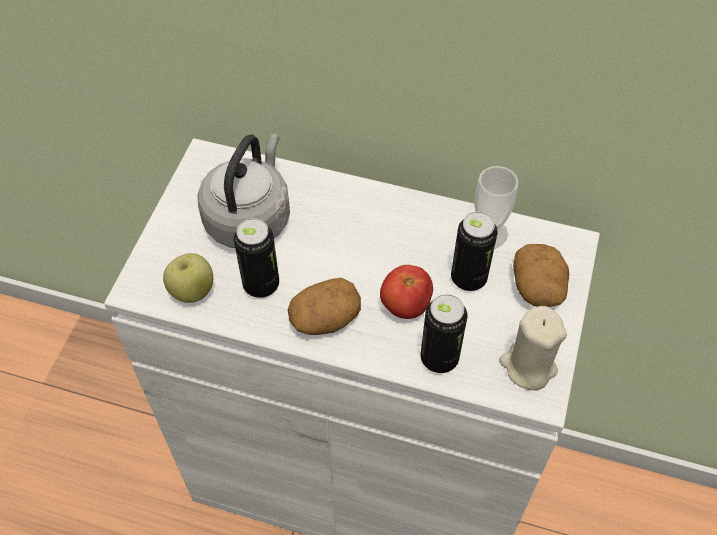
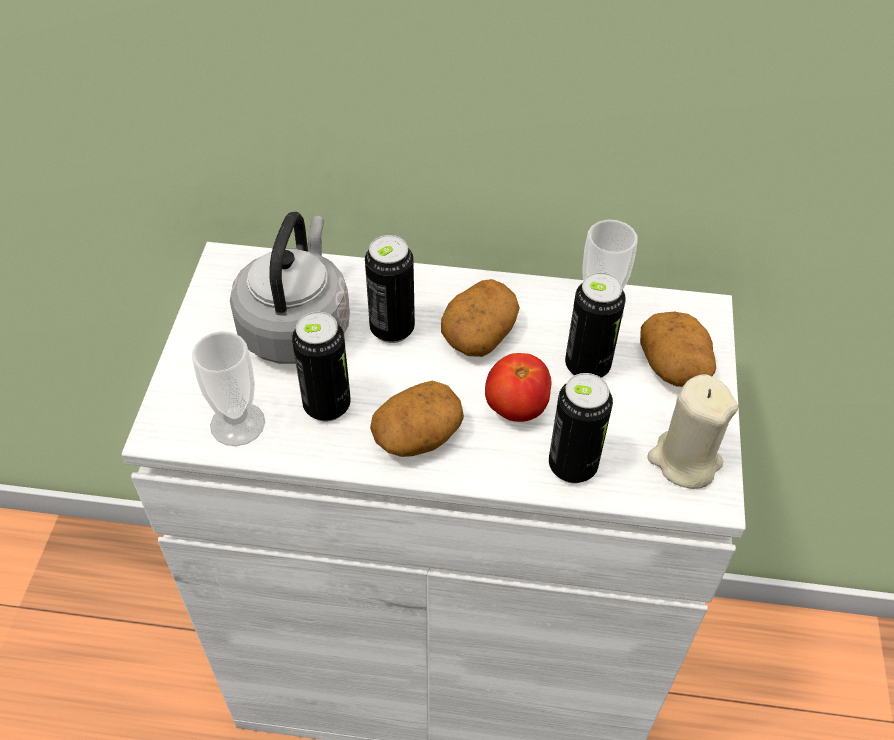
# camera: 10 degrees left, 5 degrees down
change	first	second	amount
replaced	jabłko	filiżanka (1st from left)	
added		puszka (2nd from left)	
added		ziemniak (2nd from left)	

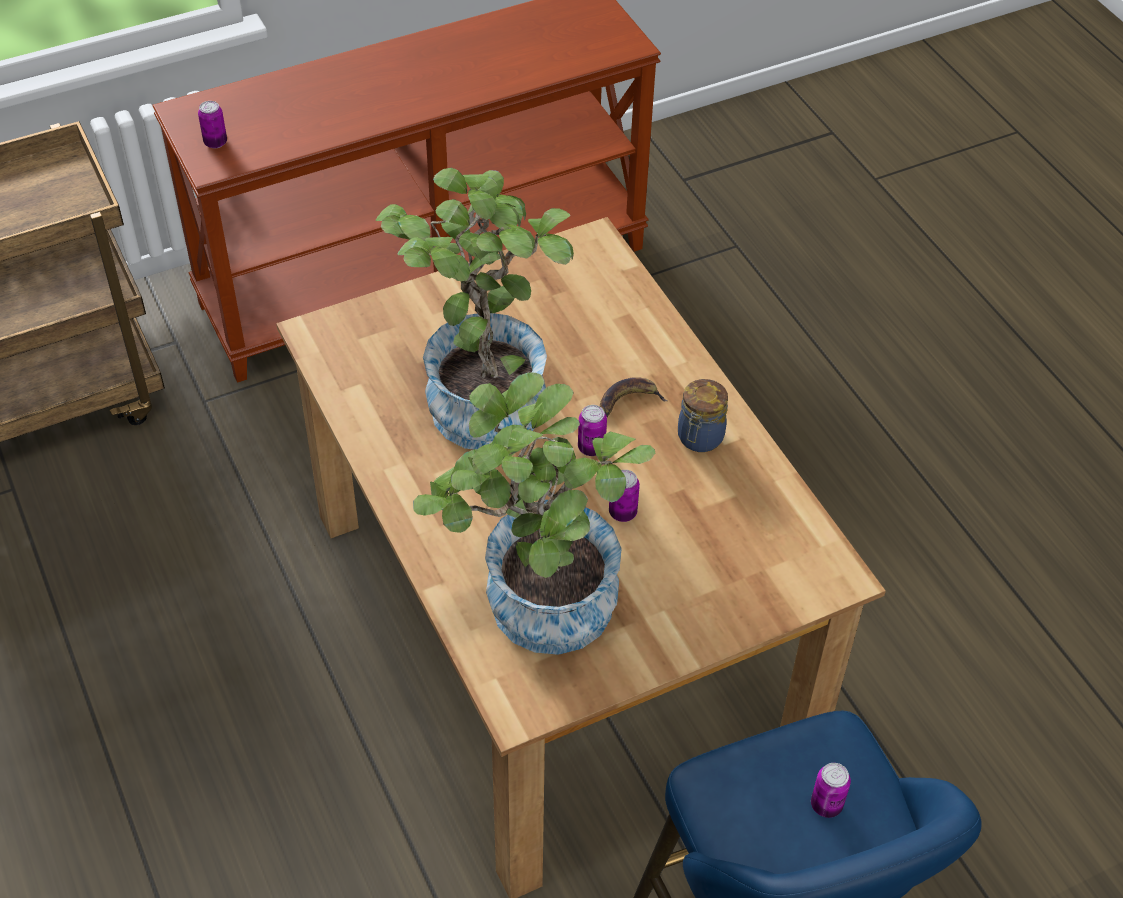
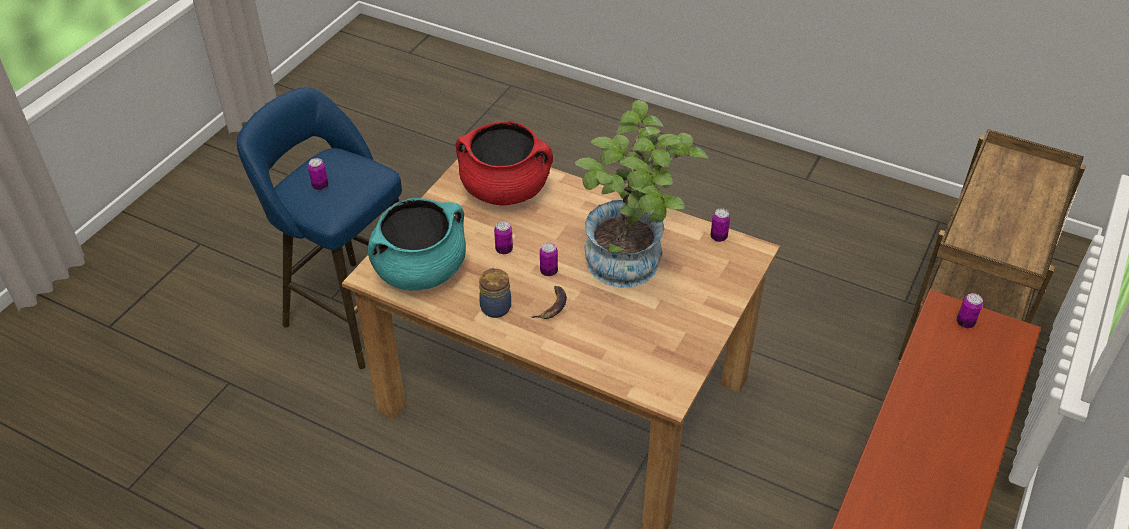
# camera: 145 degrees right, 5 degrees down
change	first	second	amount
added		garnek (turkusowy)	
replaced	roślina doniczkowa (2nd from left)	garnek (czerwony)	
added		puszka (4th from left)	

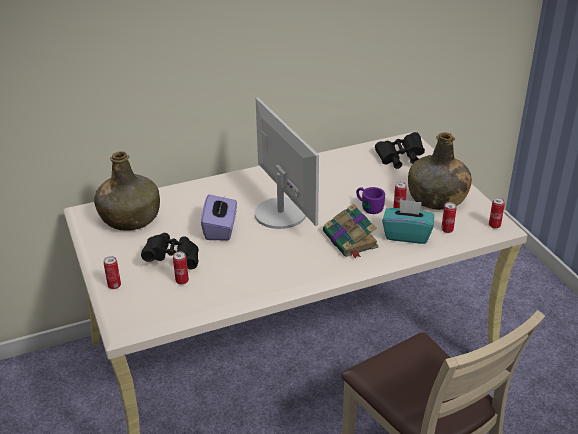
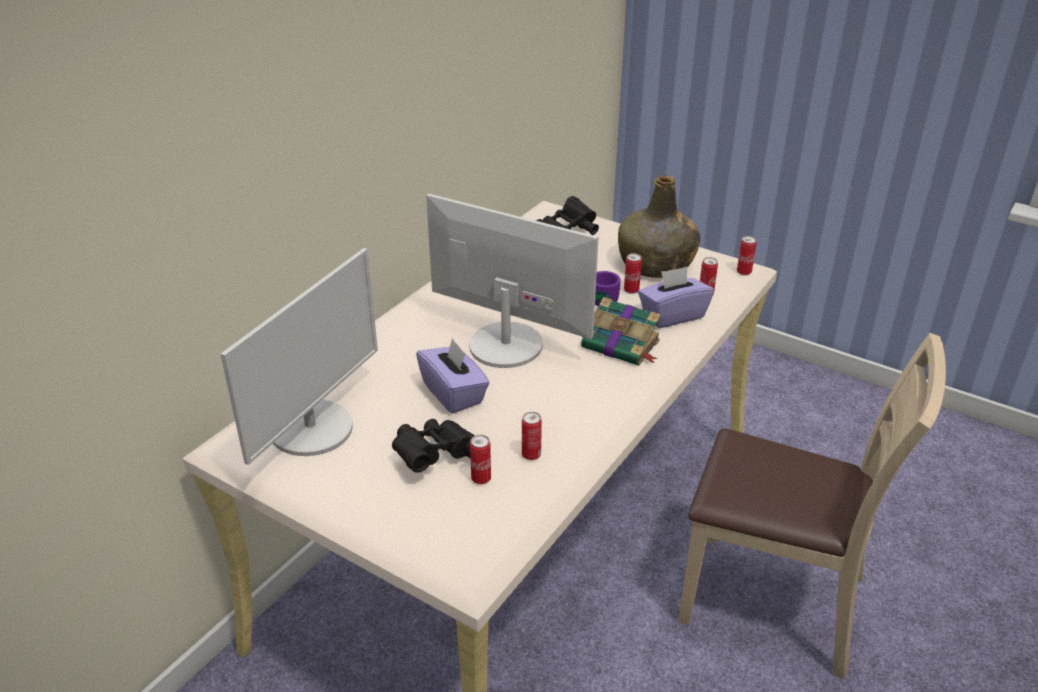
# camera: 35 degrees left, 0 degrees up
change	first	second	amount
replaced	butelka (zielony) (1st from left)	monitor (1st from left)	
moved	puszka (1st from left in the first image)	puszka (2nd from left)	
recoloured	pudełko chusteczek (turkusowy)	pudełko chusteczek (fioletowy) (2nd from left)	

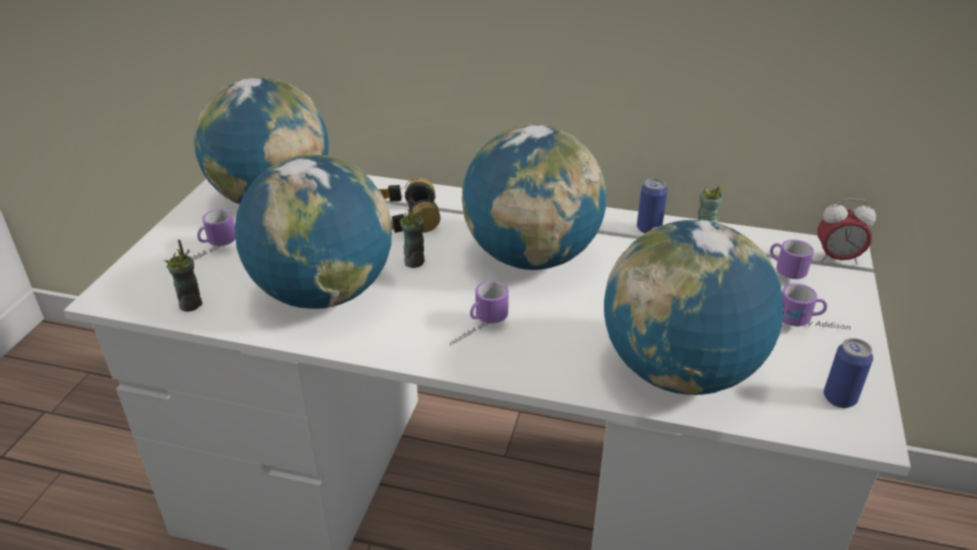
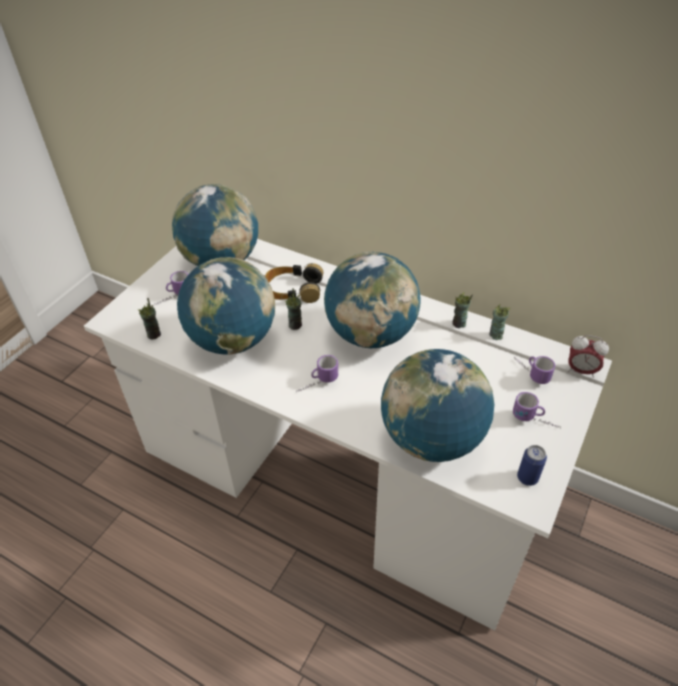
# camera: 15 degrees right, 10 degrees up
change	first	second	amount
replaced	puszka (1st from left)	filiżanka (3rd from left)	

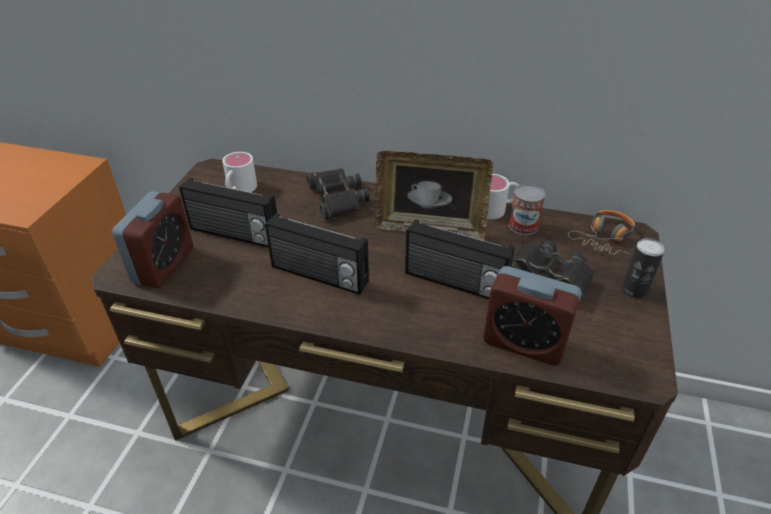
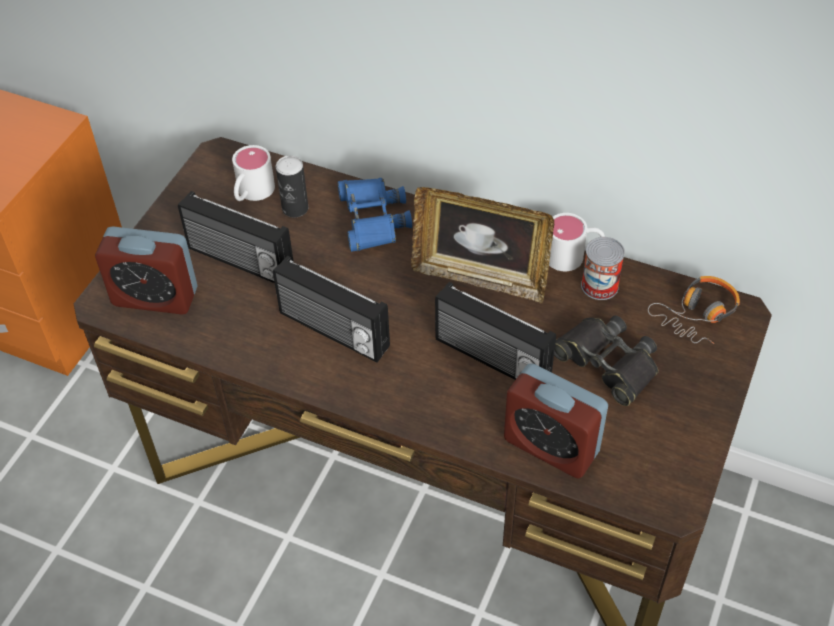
# camera: 10 degrees right, 10 degrees up
change	first	second	amount
turned	budzik (1st from left)		75 degrees clockwise
moved	puszka (2nd from left in the first image)	puszka (1st from left)	
recoloured	lornetka (czarny) (1st from left)	lornetka (niebieski)	

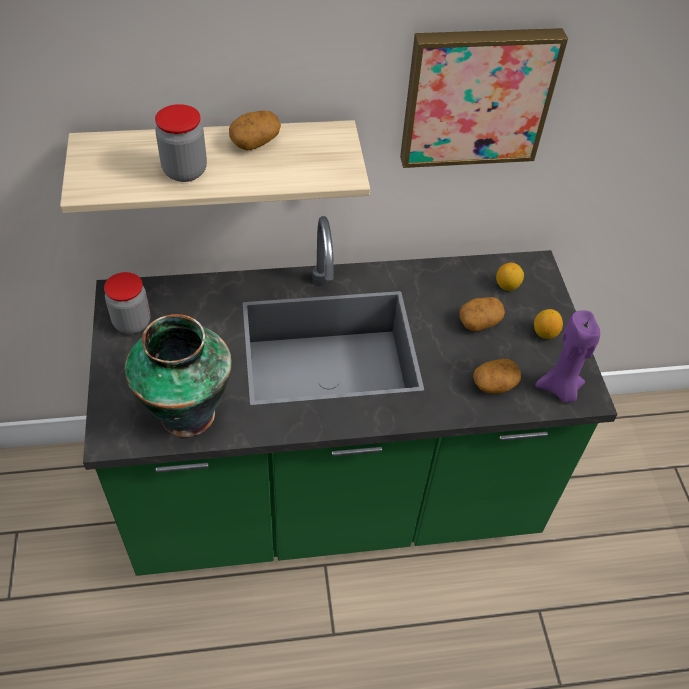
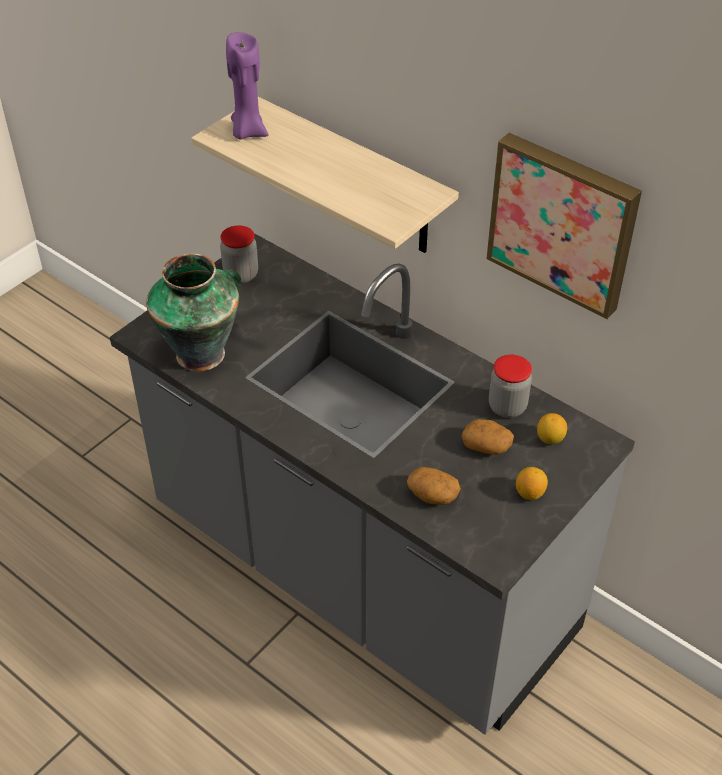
# camera: 50 degrees right, 5 degrees down
change	first	second	amount
recoloured	zabudowa kuchenna (zielony)	zabudowa kuchenna (szary)	
moved	świeca (fioletowy)		
moved	słoik (2nd from left)		
removed	ziemniak (1st from left)		

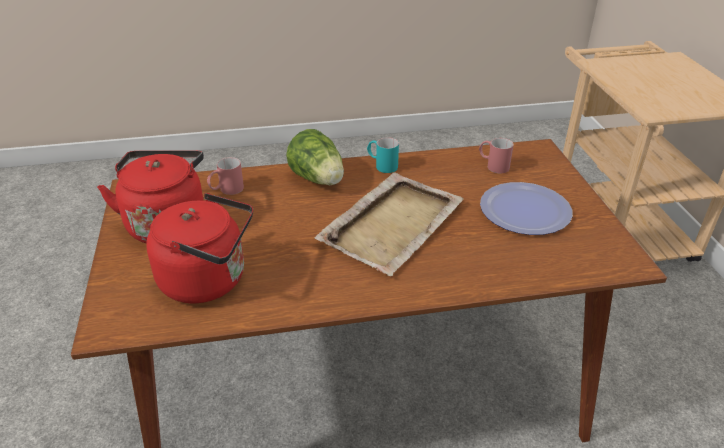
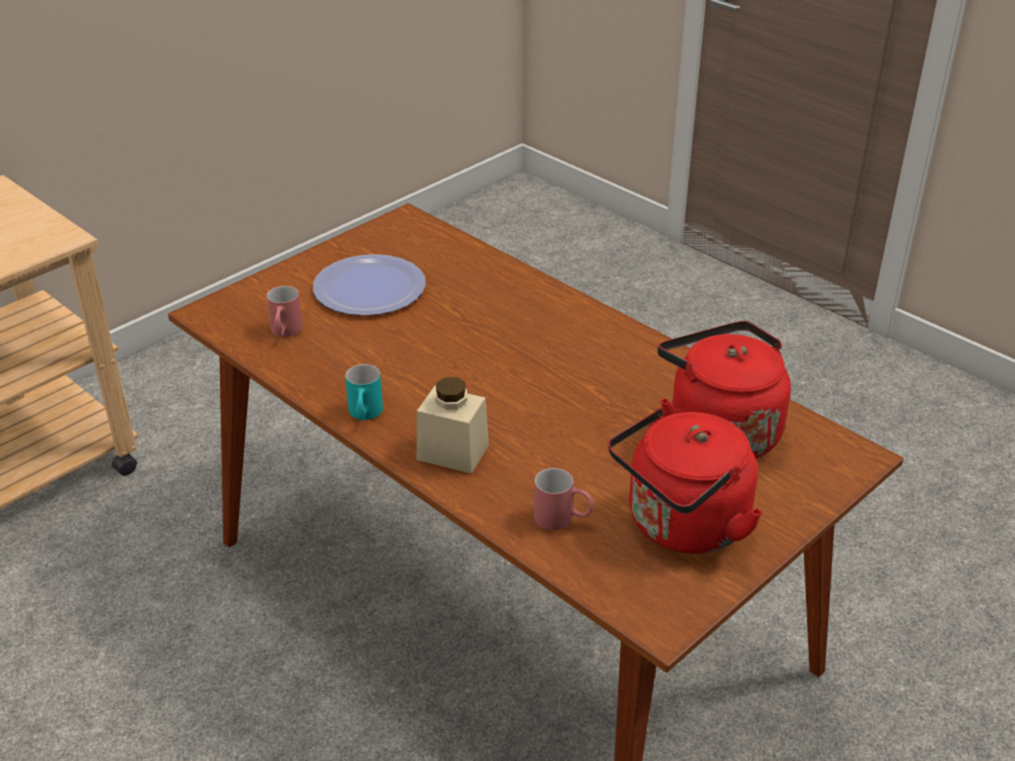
# camera: 125 degrees left, 0 degrees up
change	first	second	amount
replaced	sałata	słoik (beżowy)	
removed	taca (beżowy)		

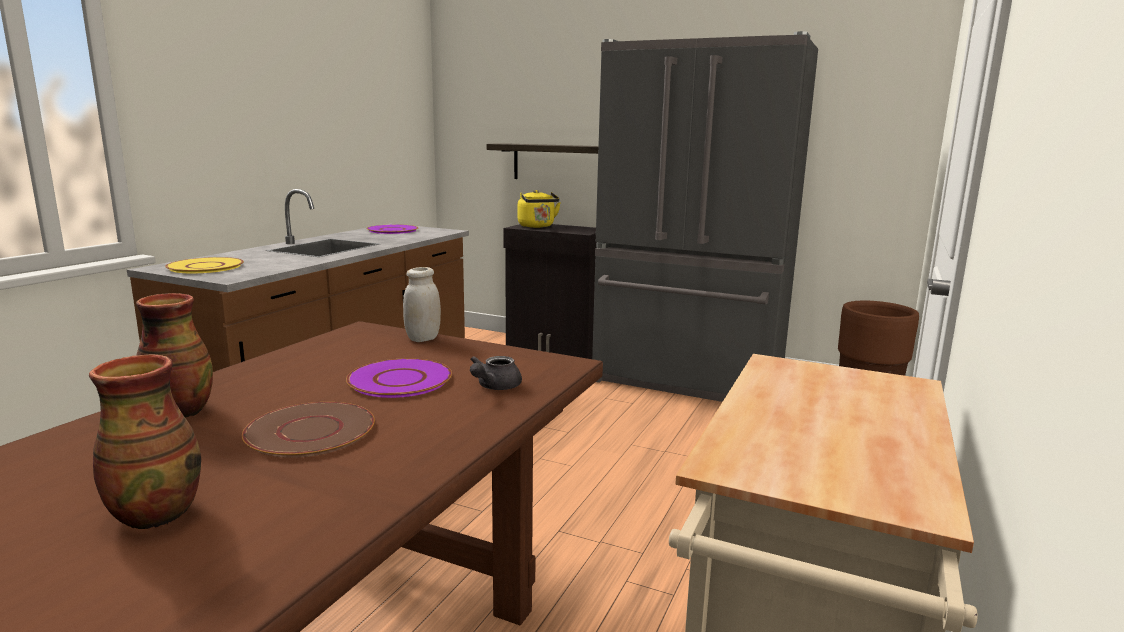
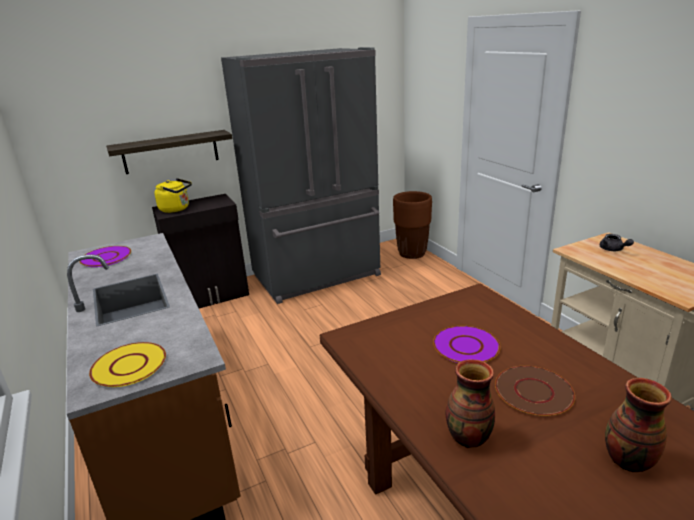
# camera: 50 degrees left, 10 degrees up
change	first	second	amount
moved	imbryk (szary)		
removed	słoik (biały)		

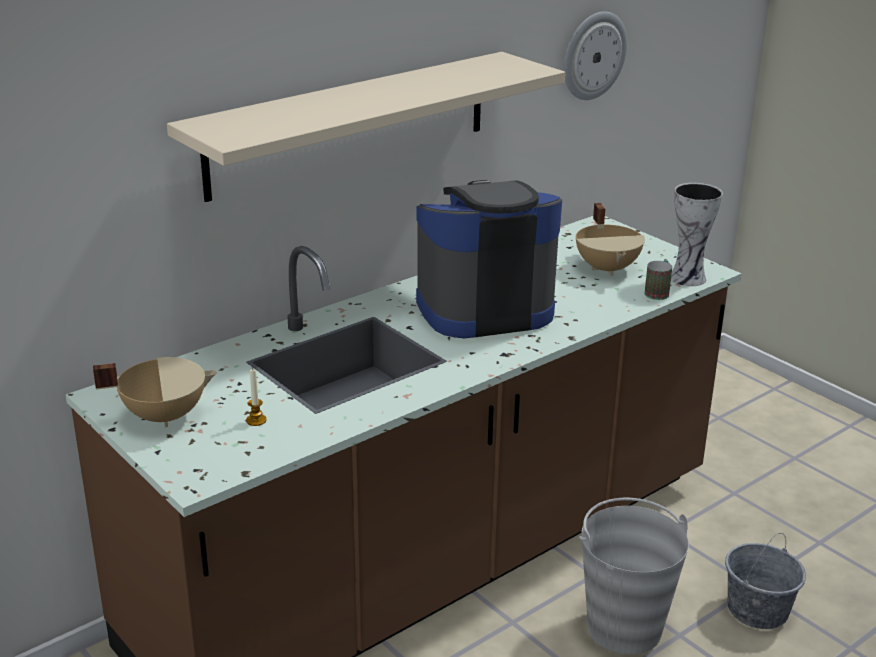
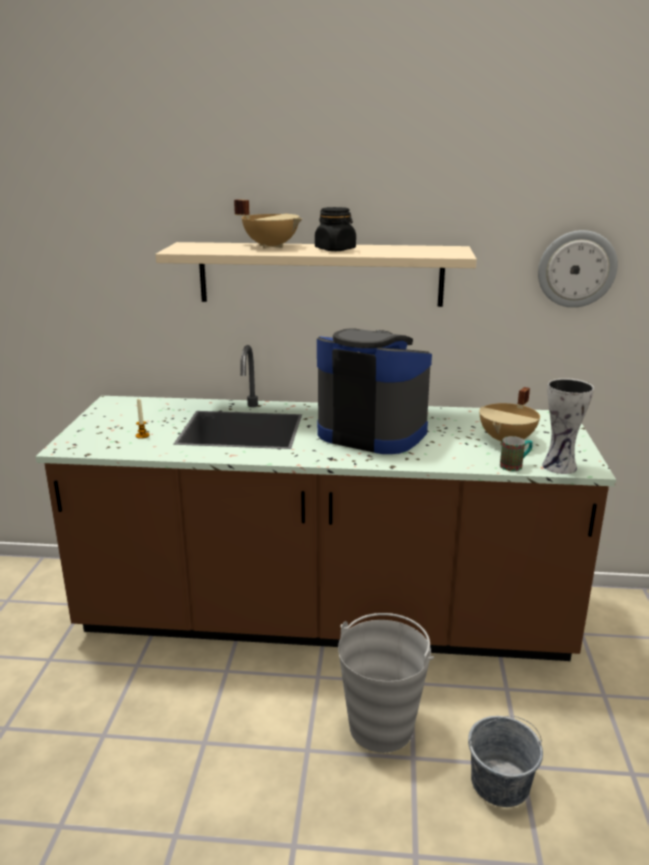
# camera: 45 degrees right, 5 degrees down
change	first	second	amount
moved	garnek (beżowy) (1st from left)		
added		słoik (czarny)	

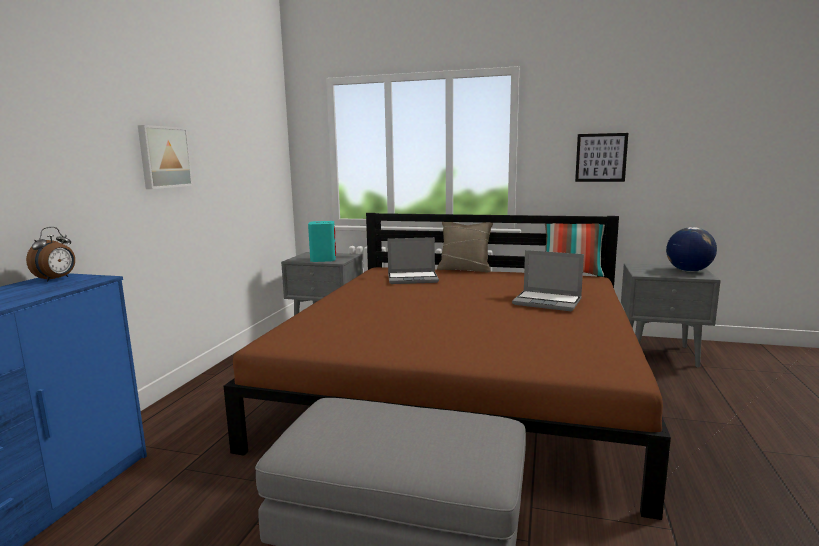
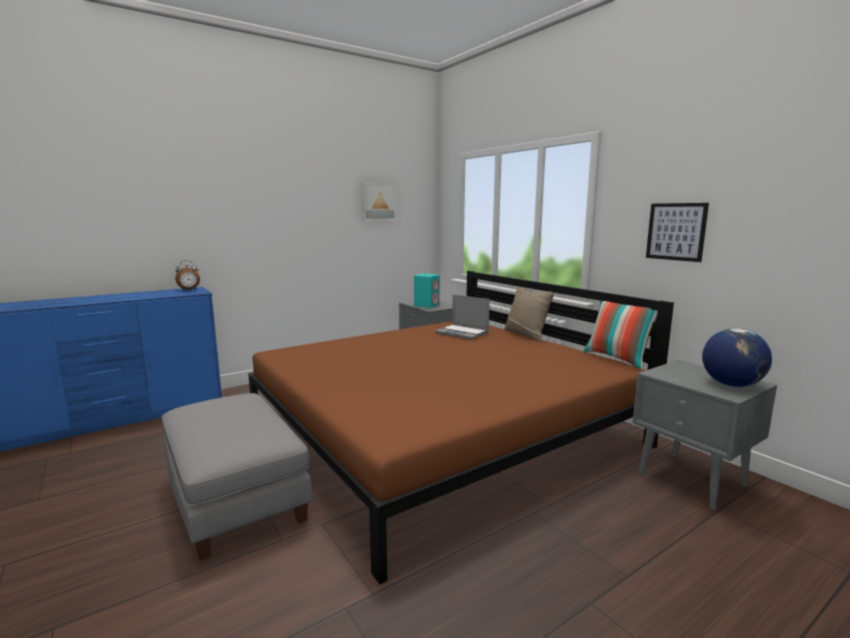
# camera: 40 degrees right, 0 degrees up
change	first	second	amount
moved	obraz (1st from left)		
removed	laptop (2nd from left)		

